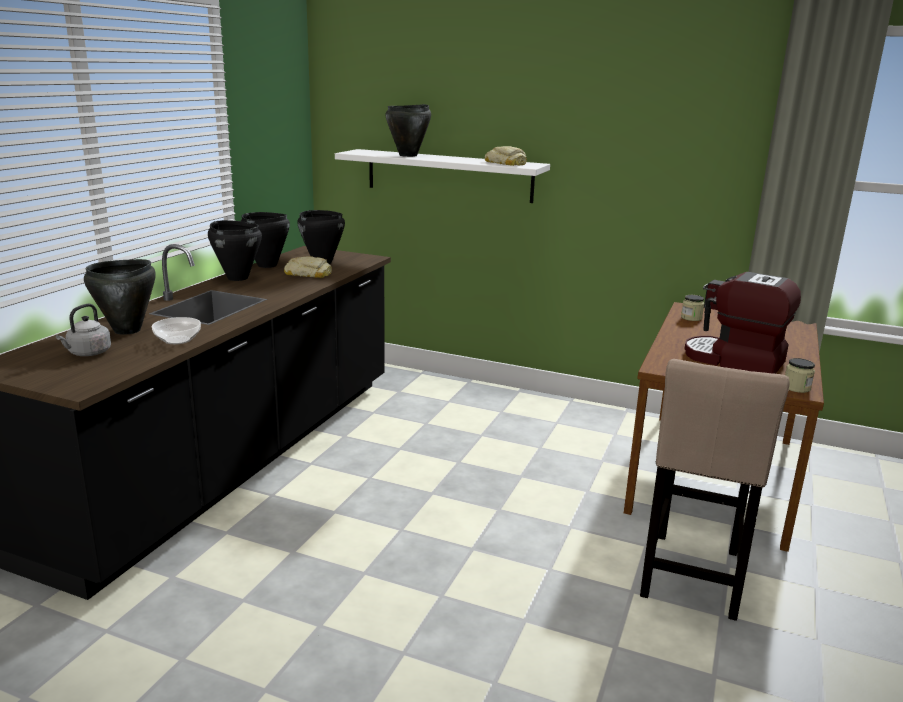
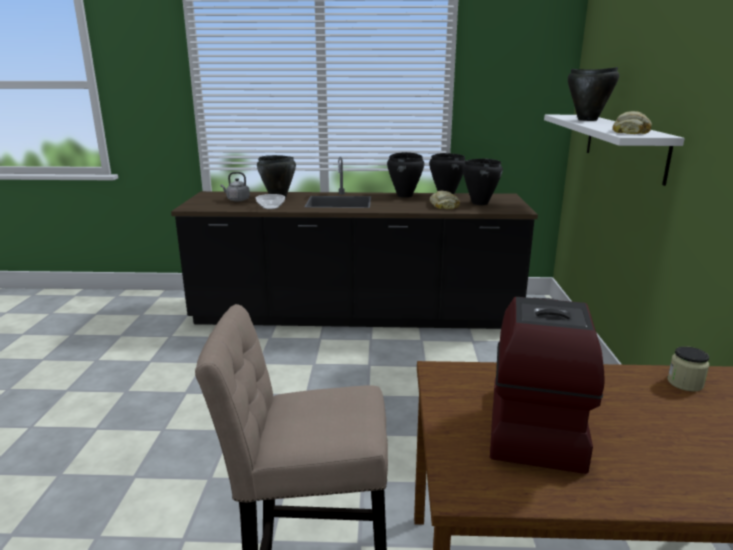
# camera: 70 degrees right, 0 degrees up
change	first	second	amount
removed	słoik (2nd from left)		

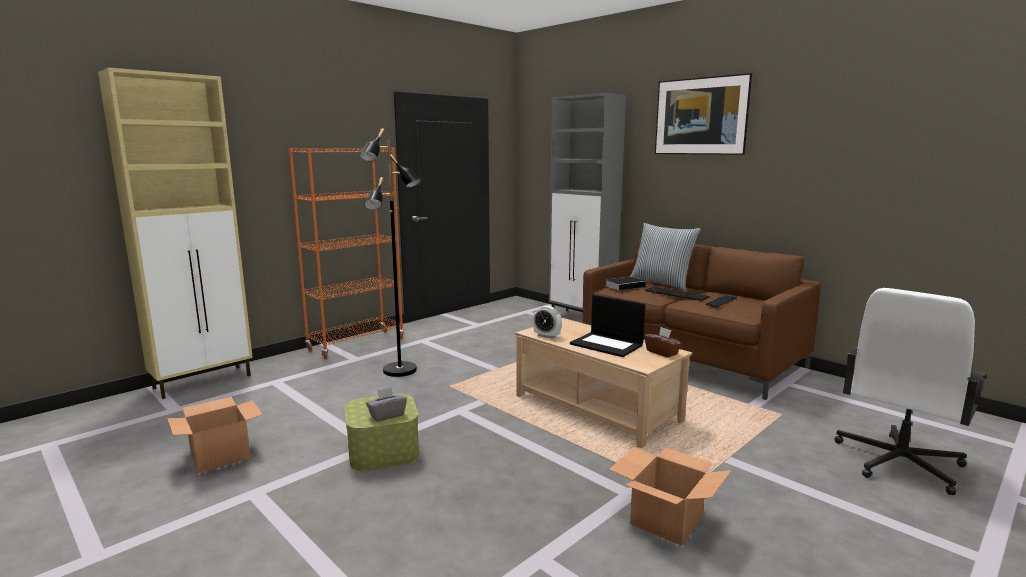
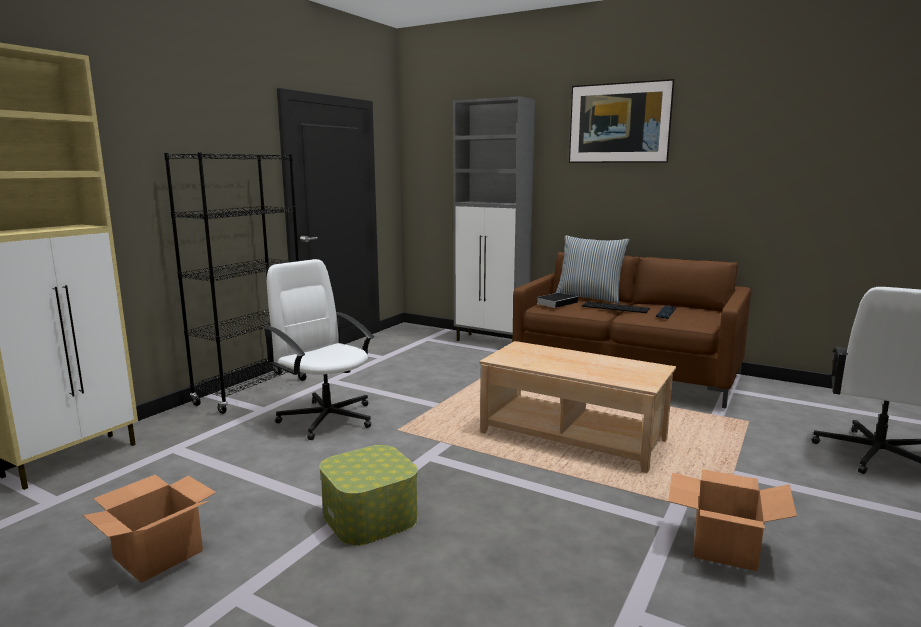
# camera: 15 degrees left, 0 degrees up
change	first	second	amount
recoloured	regał (pomarańczowy)	regał (czarny)	
replaced	lampa stojąca (czarny)	krzesło biurowe (biały) (1st from left)	
removed	pudełko chusteczek (szary)		
removed	budzik		
removed	laptop		
removed	pudełko chusteczek (brązowy)		

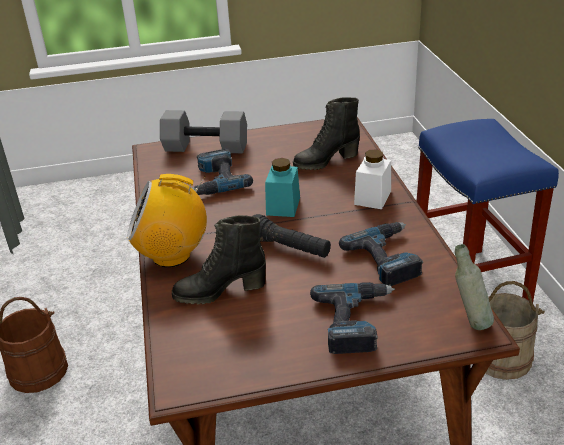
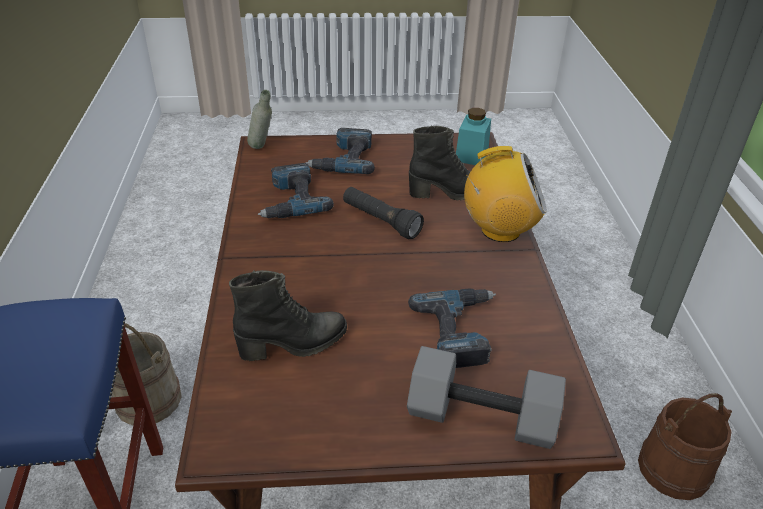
# camera: 175 degrees left, 5 degrees up
change	first	second	amount
moved	słoik (turkusowy)		
removed	słoik (biały)		

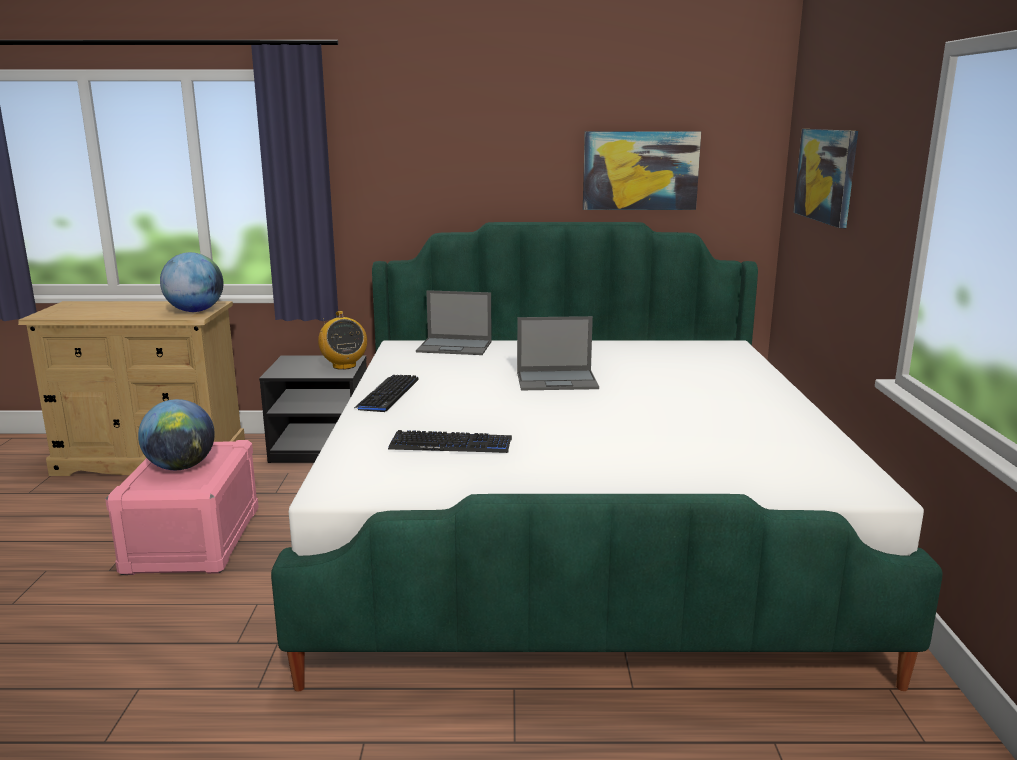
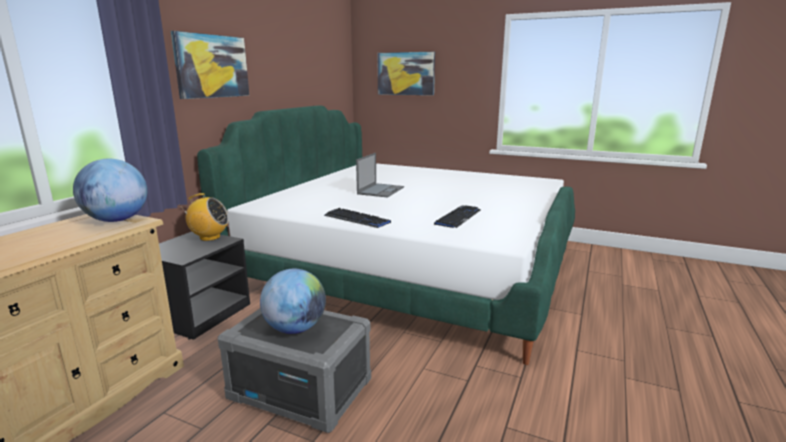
# camera: 65 degrees left, 0 degrees up
change	first	second	amount
moved	obraz (1st from left)		
recoloured	pojemnik do przechowywania (różowy)	pojemnik do przechowywania (szary)	
removed	laptop (1st from left)		

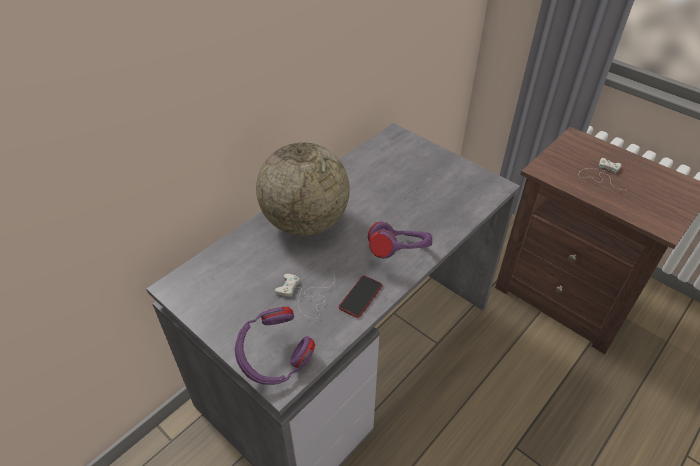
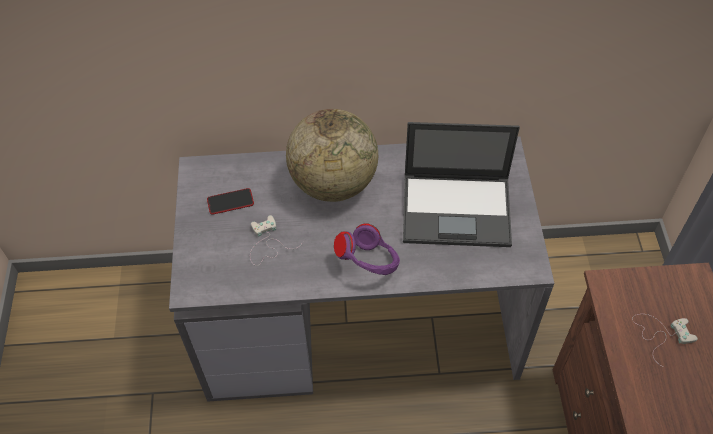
# camera: 45 degrees right, 10 degrees up
change	first	second	amount
moved	telefon		
added		laptop	
removed	słuchawki (fioletowy) (1st from left)		

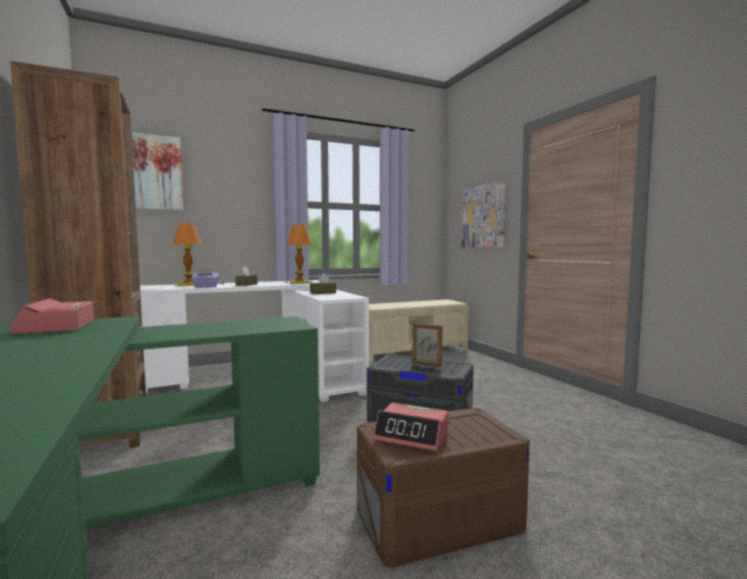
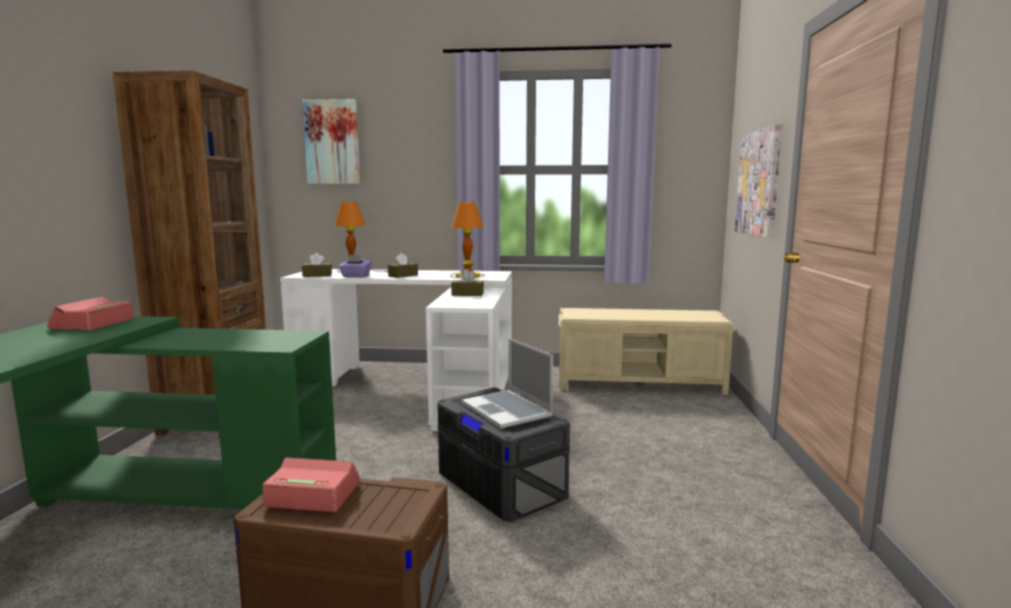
# camera: 30 degrees right, 5 degrees up
change	first	second	amount
turned	budzik (2nd from left)		135 degrees clockwise
added		pudełko chusteczek (brązowy) (1st from left)	
replaced	ramka na zdjęcie	laptop	

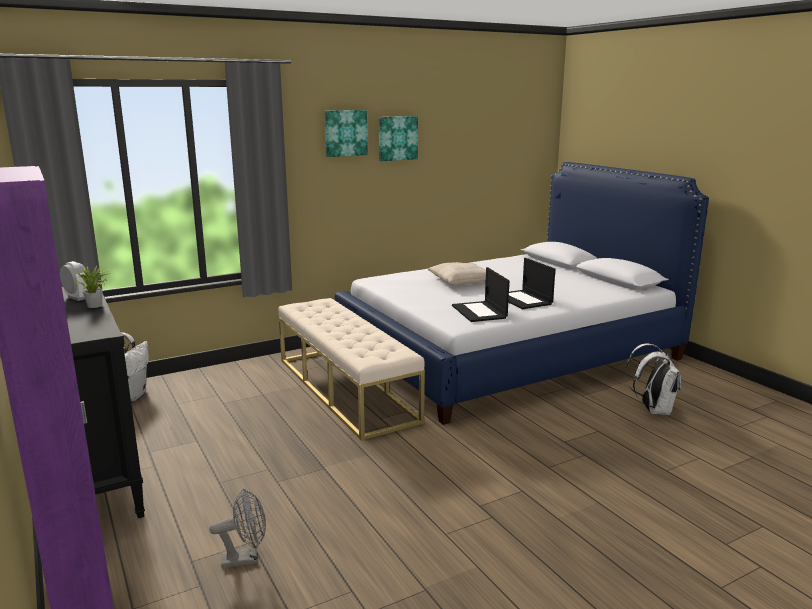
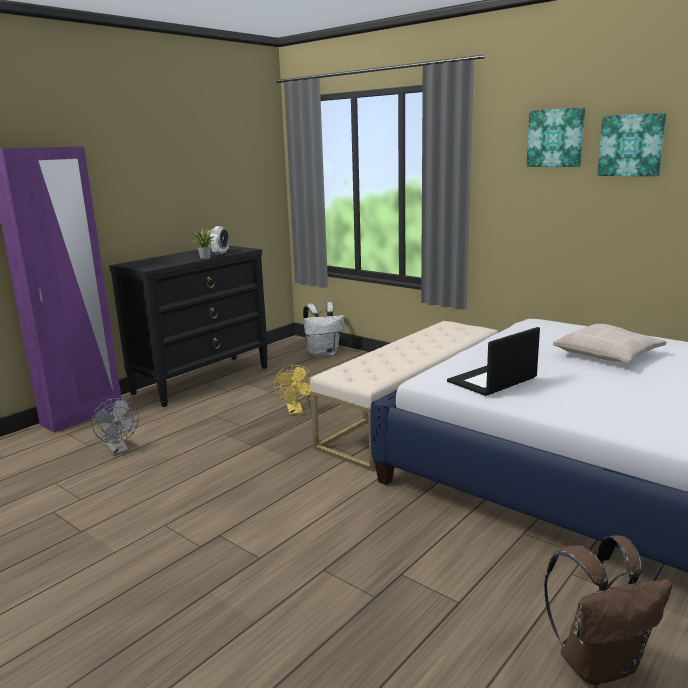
# camera: 70 degrees right, 0 degrees up
change	first	second	amount
added		wentylator (żółty)	
recoloured	plecak (biały) (2nd from left)	plecak (brązowy)	
removed	laptop (2nd from left)		

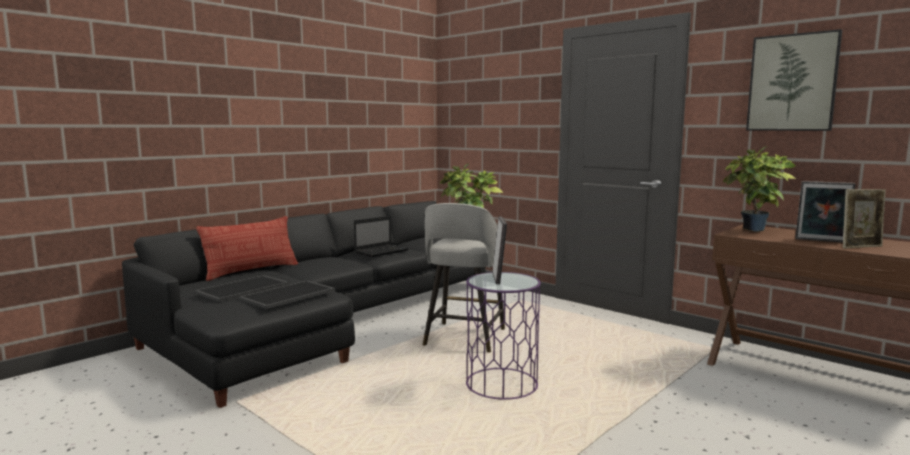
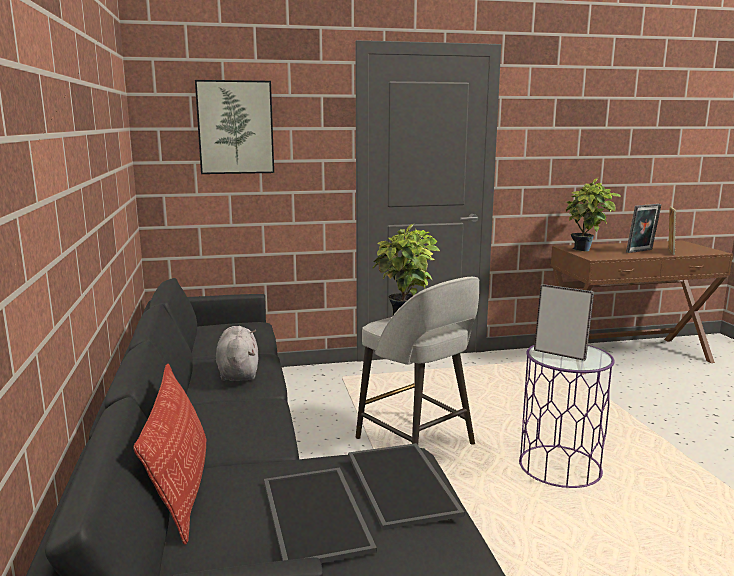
# camera: 55 degrees left, 5 degrees up
change	first	second	amount
moved	obraz		
replaced	laptop	pluszak (szary)	

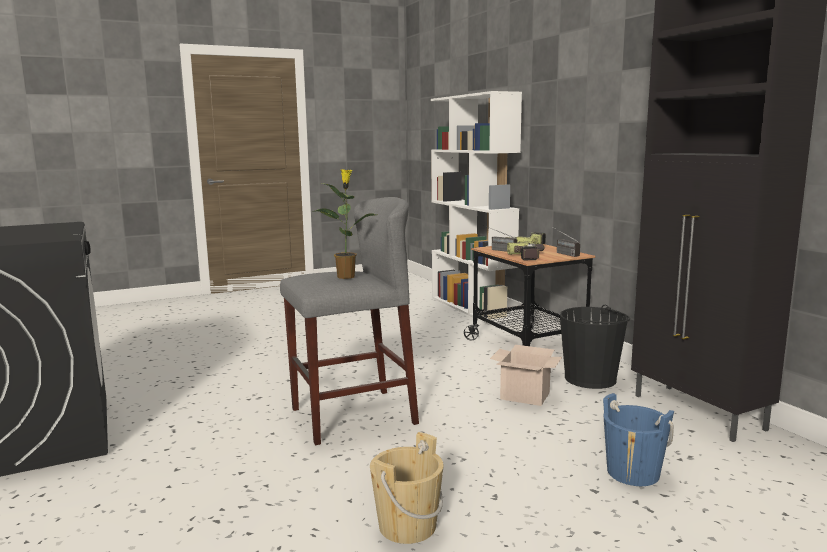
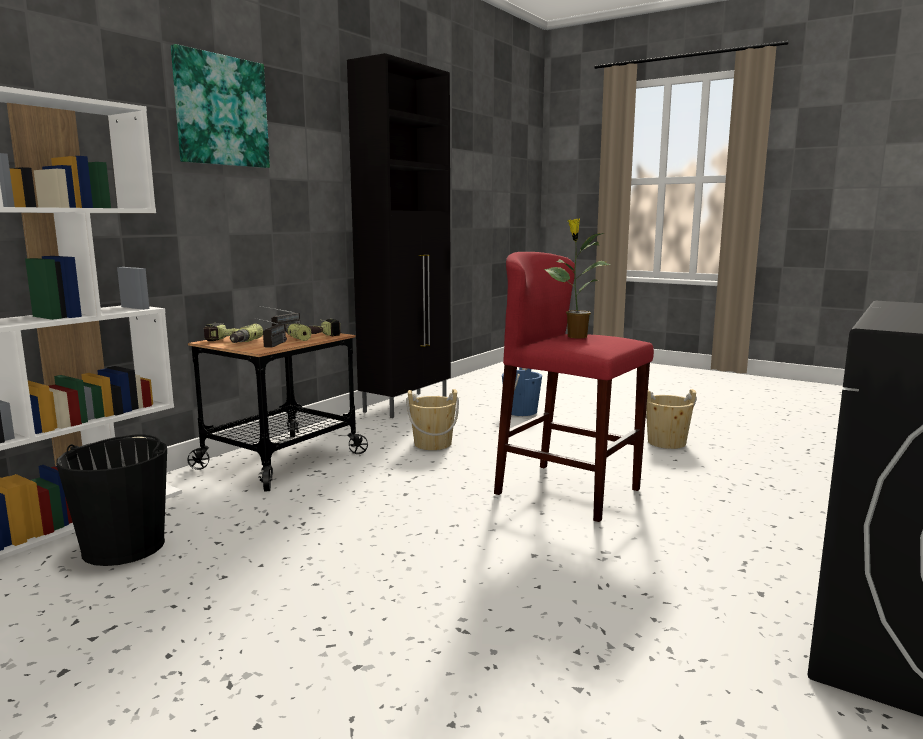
# camera: 120 degrees left, 0 degrees up
change	first	second	amount
moved	wiadro (czarny)		
added		obraz	
replaced	karton	wiadro (beżowy) (1st from left)	
recoloured	stołek (szary)	stołek (czerwony)	

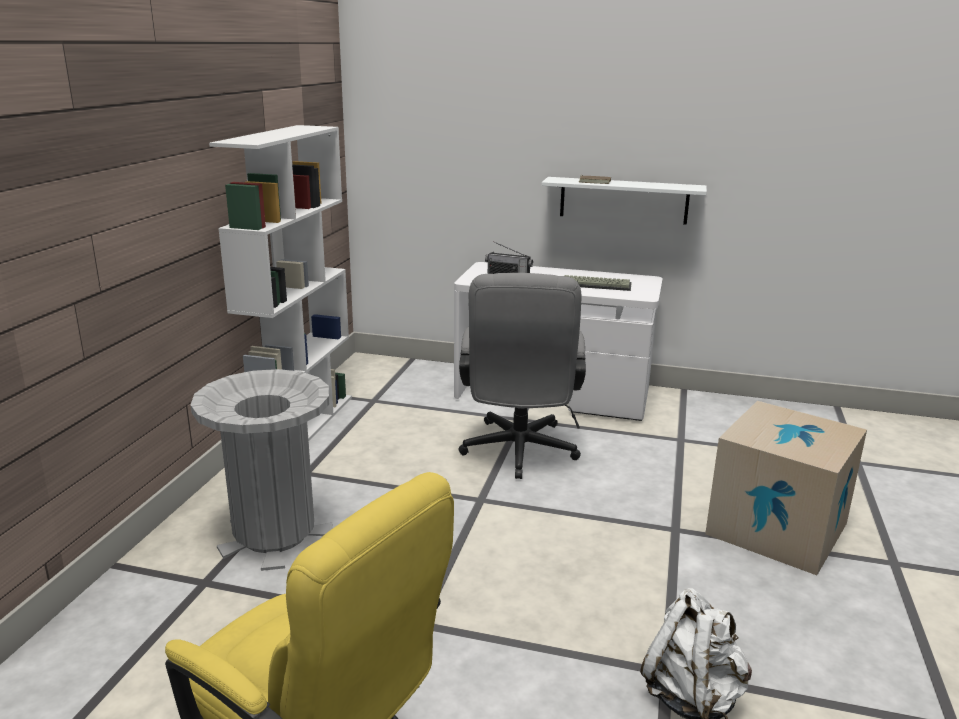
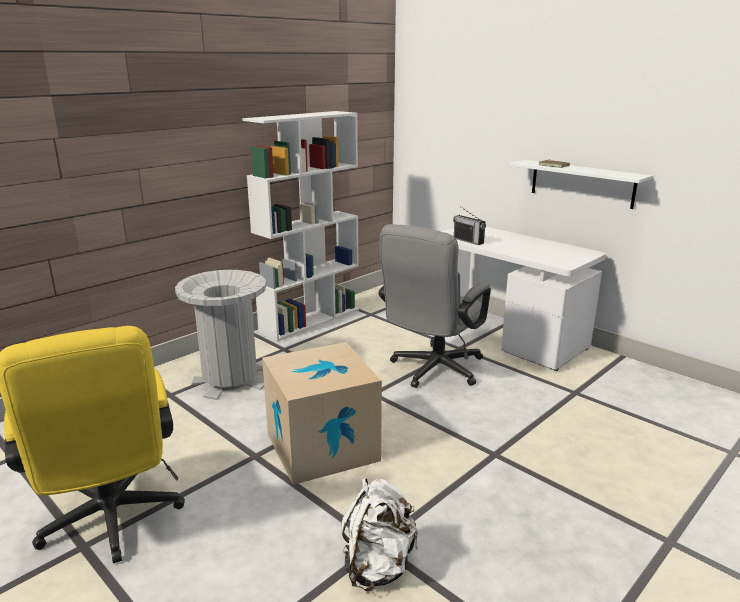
# camera: 30 degrees right, 0 degrees up
change	first	second	amount
moved	karton		
removed	klawiatura		

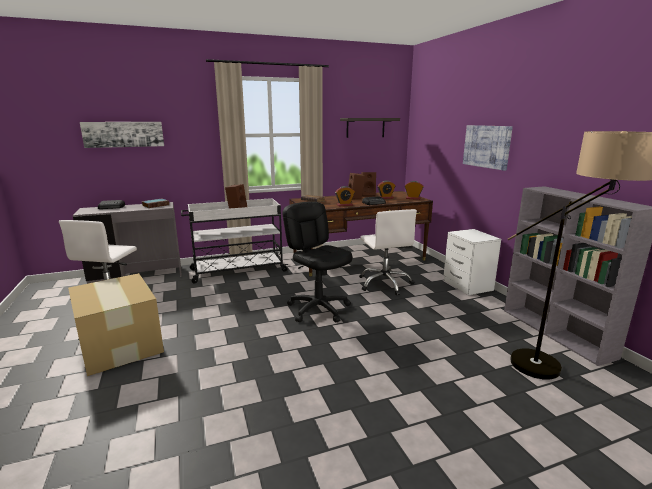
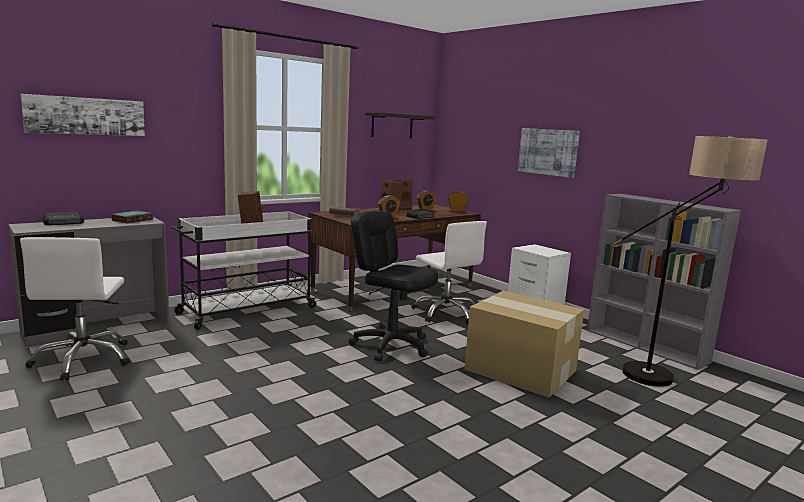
# camera: 20 degrees left, 5 degrees down
change	first	second	amount
moved	karton		

